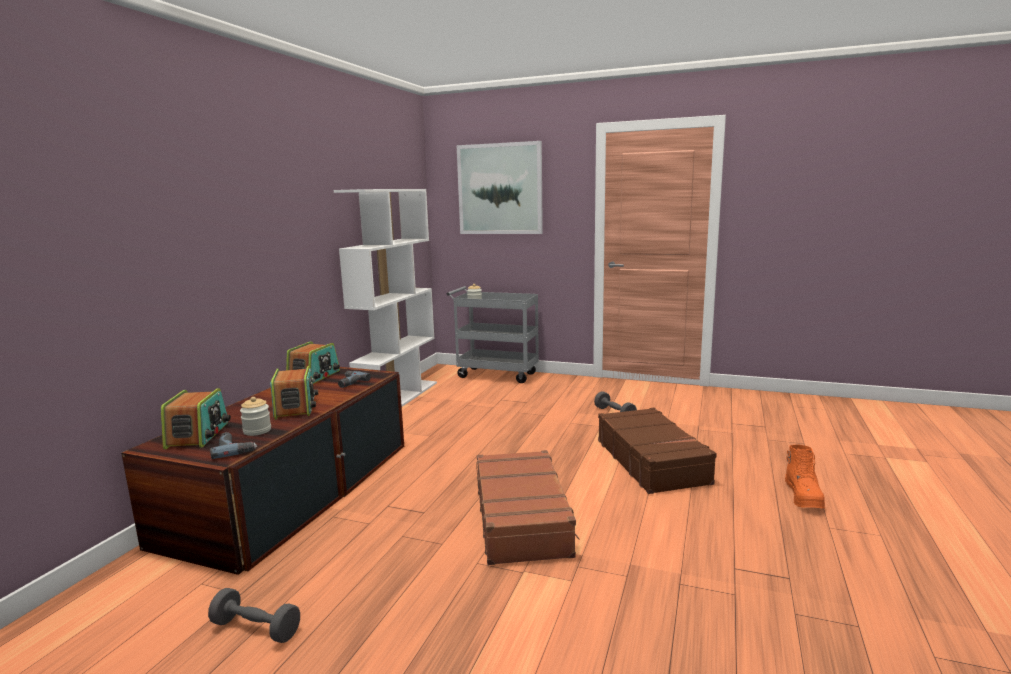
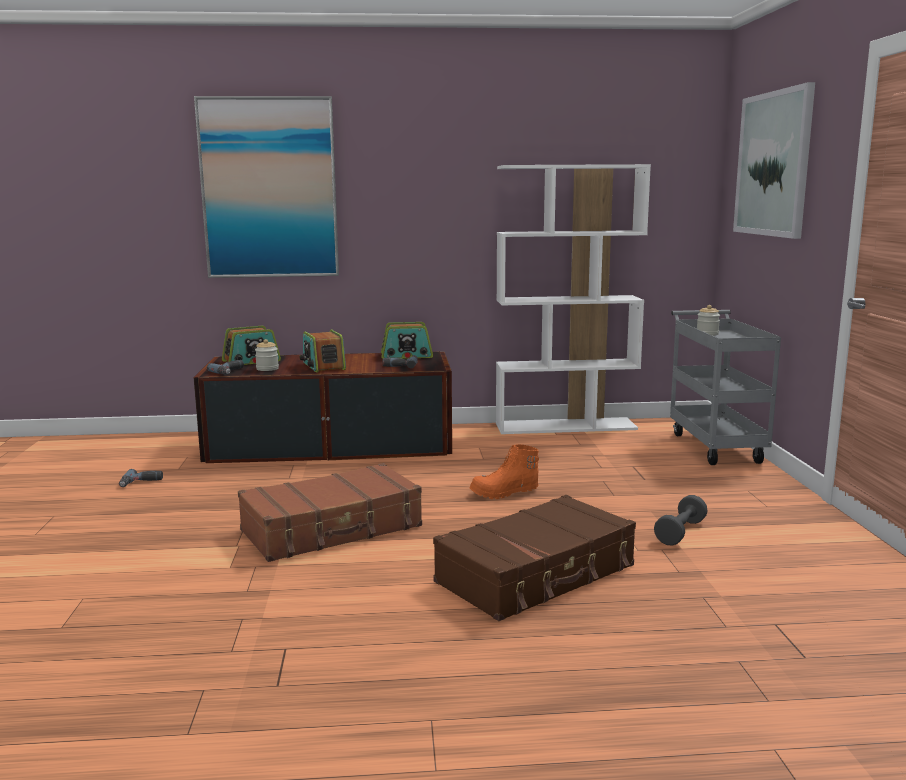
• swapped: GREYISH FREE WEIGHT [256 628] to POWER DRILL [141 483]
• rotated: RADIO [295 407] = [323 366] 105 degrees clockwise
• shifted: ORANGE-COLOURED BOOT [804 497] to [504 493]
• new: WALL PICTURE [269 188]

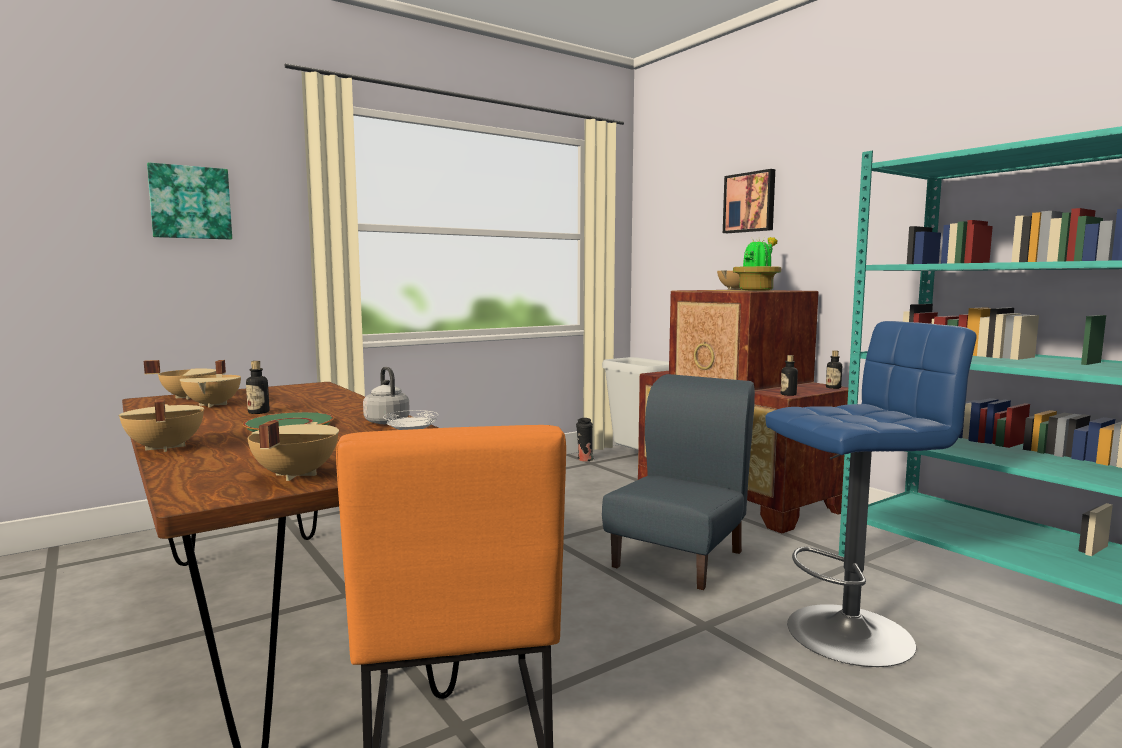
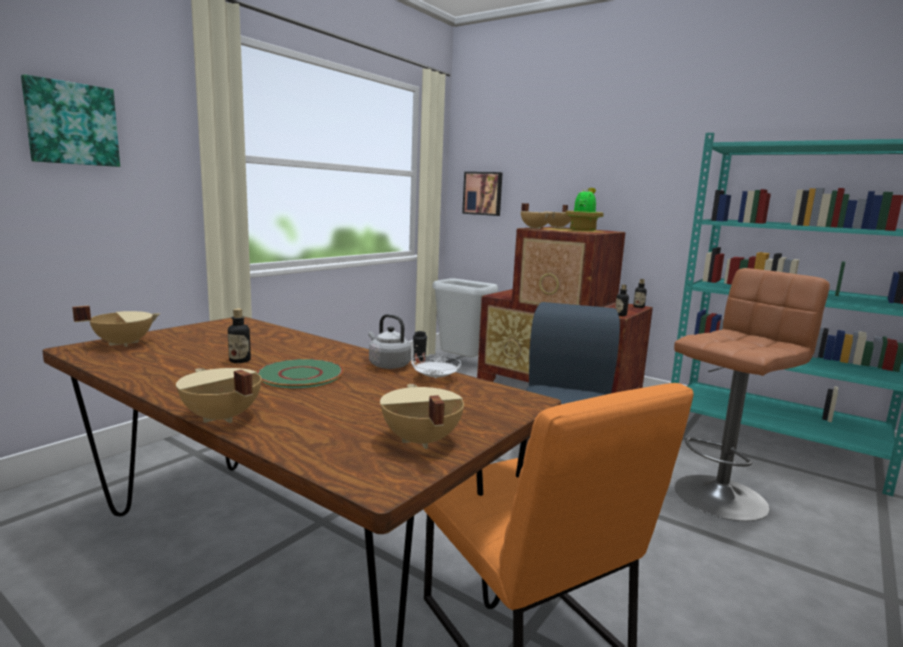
• shifted: SAND-COLOURED COOKING POT [214 405] to [535 228]
• shifted: WALL PICTURE [750 202] to [483 193]
• repainted: BLUE-COLOURED STOOL SEAT [851 635] to BROWN STOOL SEAT [721 497]

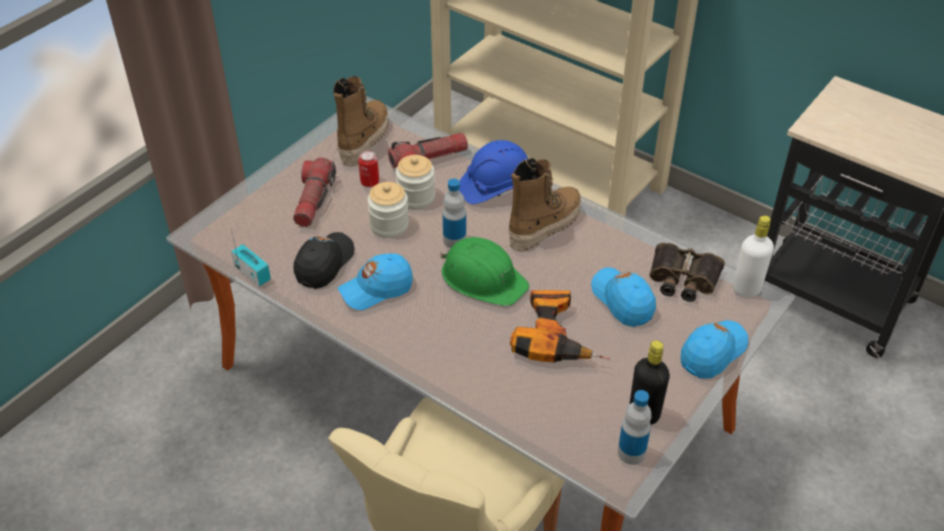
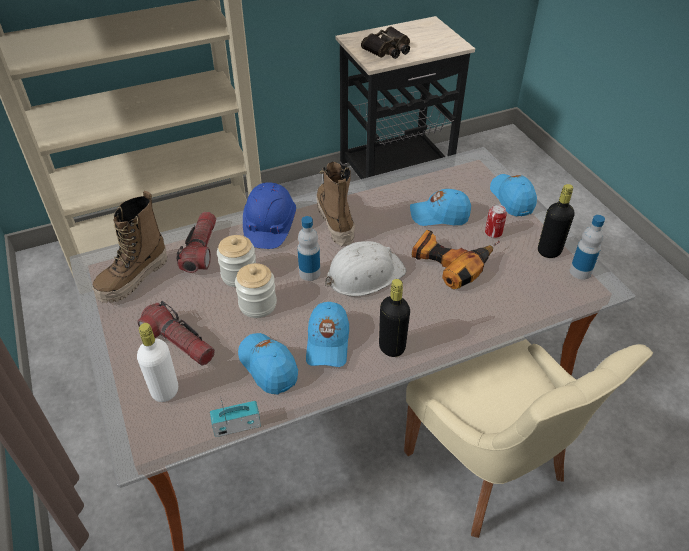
• repainted: BLACKISH PEAKED CAP [324 264] to BLUE-COLOURED PEAKED CAP [268 366]
• rotated: BOOT [363 140] = [134 279] 105 degrees counterclockwise
• shifted: METAL CAN [369 182] to [493 233]
• repainted: GREENISH SAFETY HELMET [483 278] to WHITE SAFETY HELMET [364 274]
• shifted: PAIR OF BINOCULARS [682 279] to [388 49]
• shifted: WHITE DRINK BOTTLE [746 289] to [165 391]
• new: BLACKISH DRINK BOTTLE [392 347]

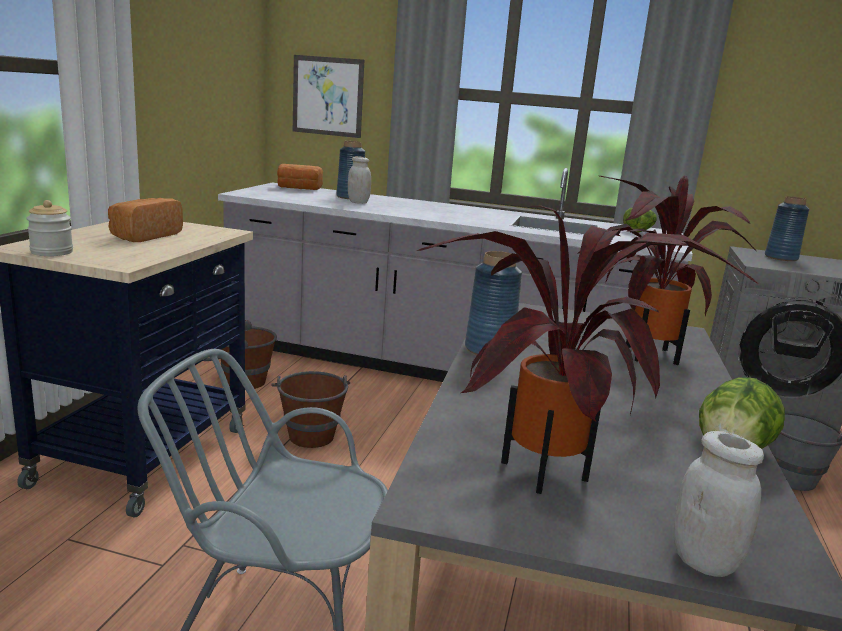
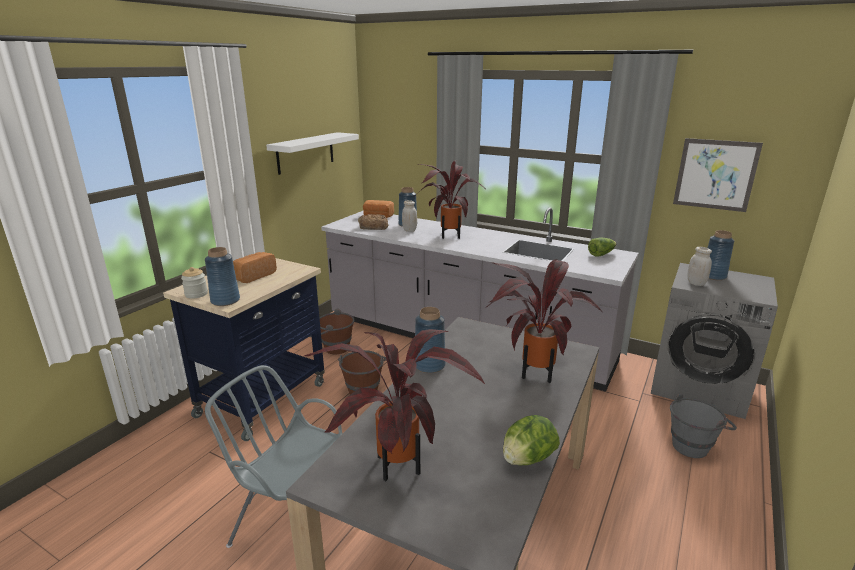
• shifted: WALL PICTURE [327 96] to [715 174]
• shifted: WHITE PRESERVE JAR [704 561] to [696 283]
• new: BLUE-COLOURED VASE [225 301]
• new: WHITE BRACKET SHELF [305 153]
• new: BREAD [373 226]
• new: PLANT IN A POT [448 235]

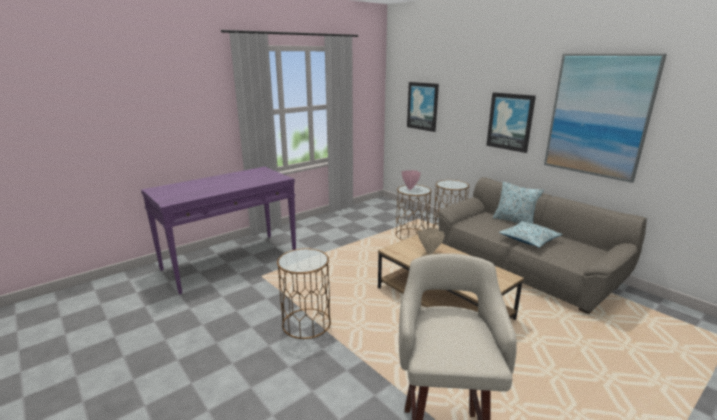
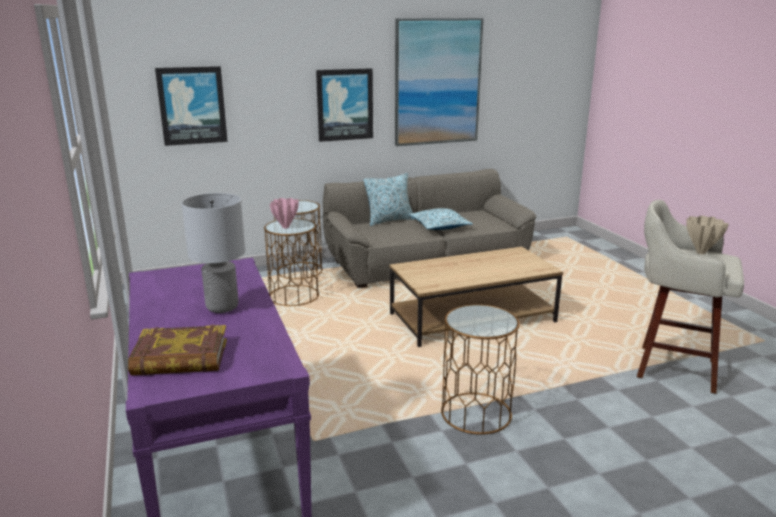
• shifted: SAND-COLOURED VASE [430 253] to [701 252]
• new: VOLUME [180 358]
• new: GREYISH LAMP FOR A TABLE [222 309]

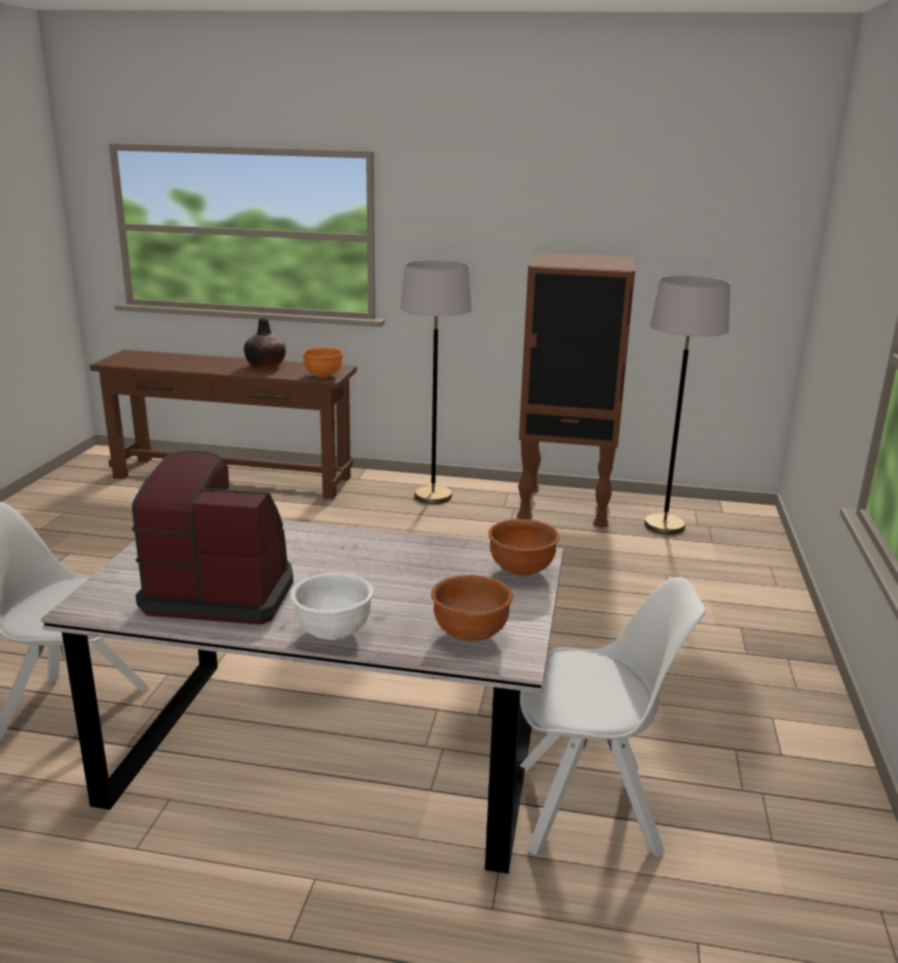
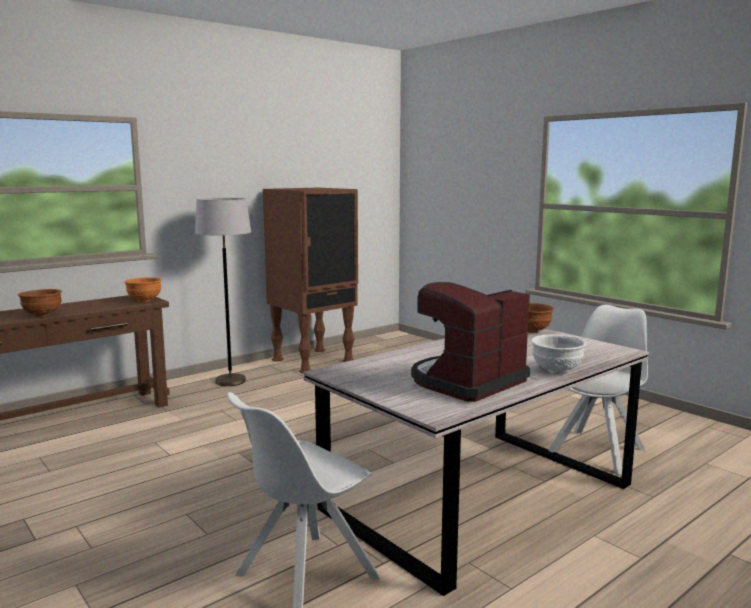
• gone: VASE [266 366]
• shifted: BROWN DEEP DISH [470 634] to [42 315]
• gone: GREYISH FLOOR LAMP [664 525]

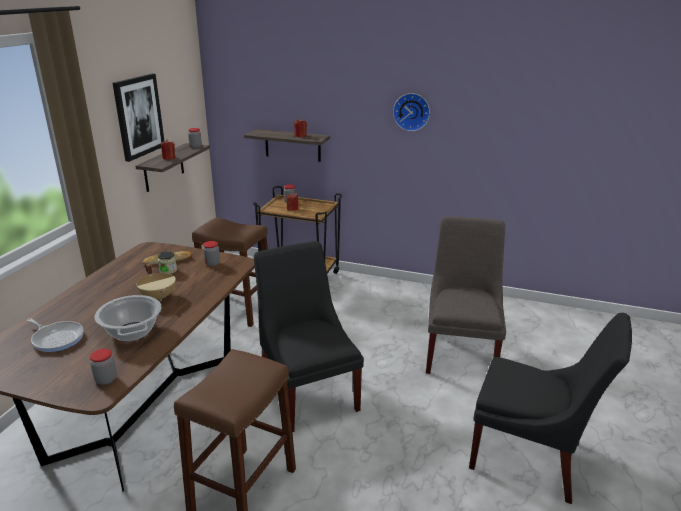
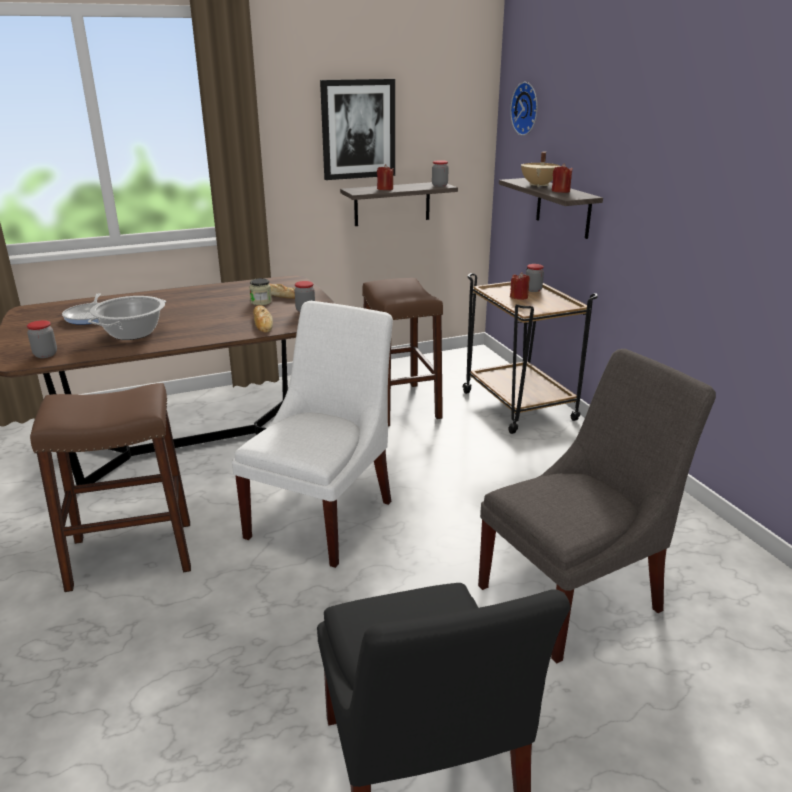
• shifted: SAND-COLOURED COOKING POT [159 297] to [539 185]
• repainted: BLACKISH CHAIR [308 391] to WHITE CHAIR [324 515]
• shifted: WALL CLOCK [411 111] to [527 108]
• new: BREAD [262 322]

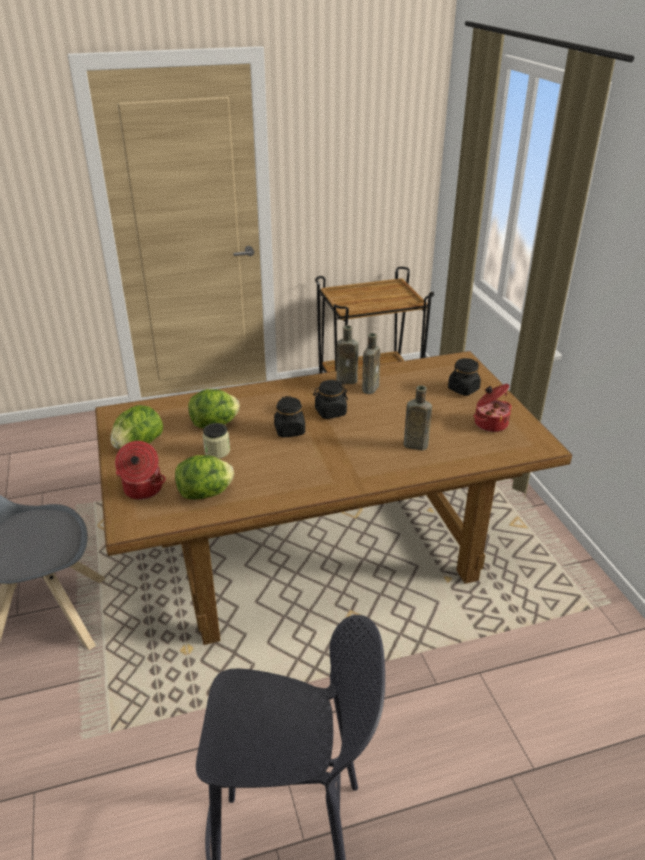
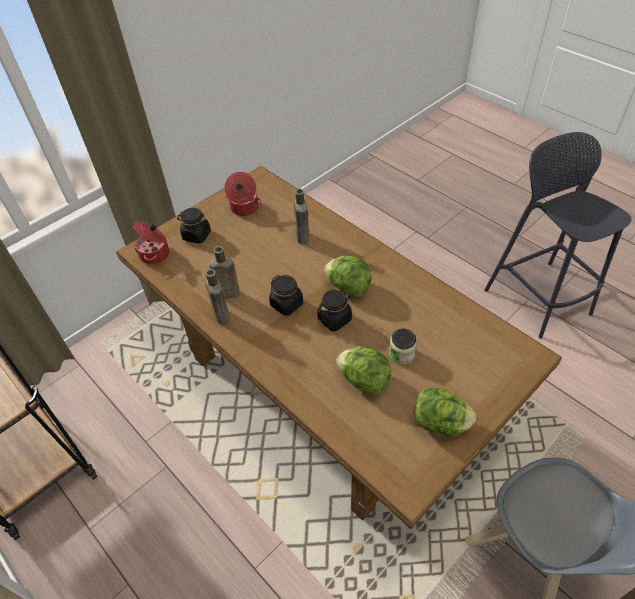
• shifted: COOKING POT [142 489] to [155 254]
• shifted: LETTUCE HEAD [206 494] to [348 287]

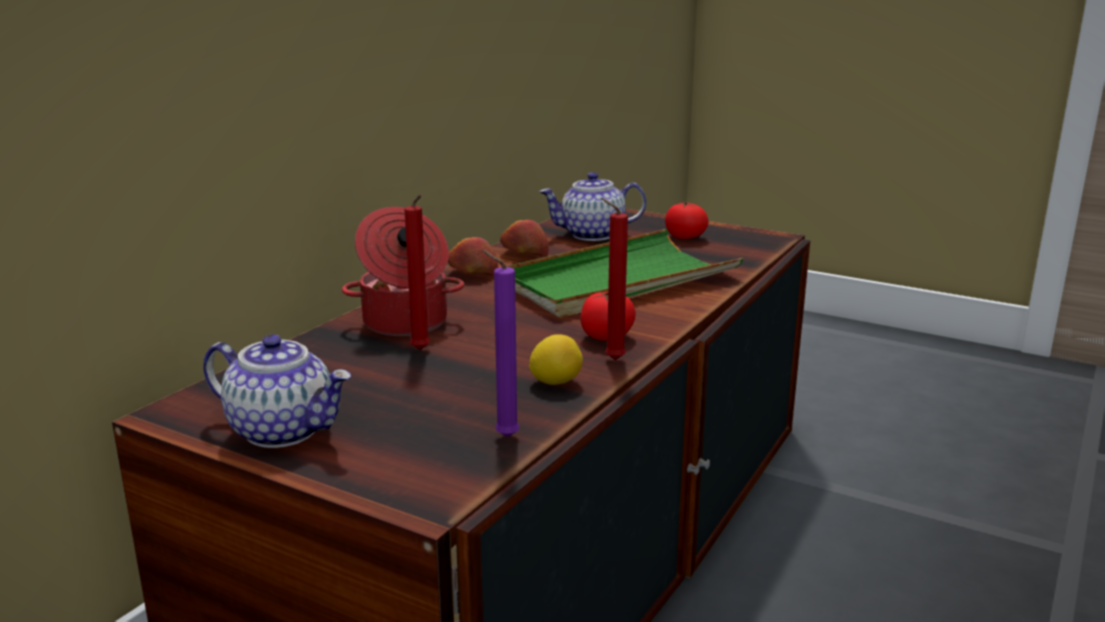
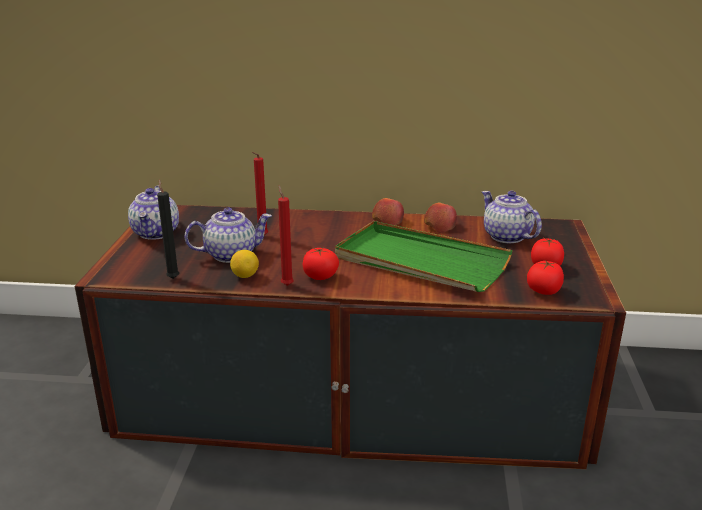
• gone: COOKING POT [405 323]
• repainted: PURPLE-COLOURED WAX CANDLE [503 437] to BLACKISH WAX CANDLE [173 277]
• new: TEA POT [231 254]
• new: FRESH TOMATO [543 291]

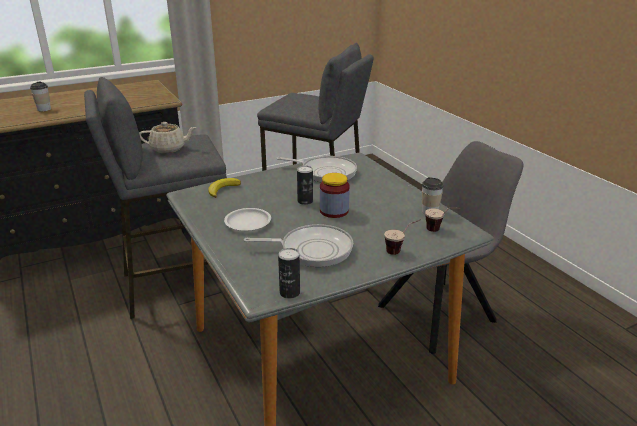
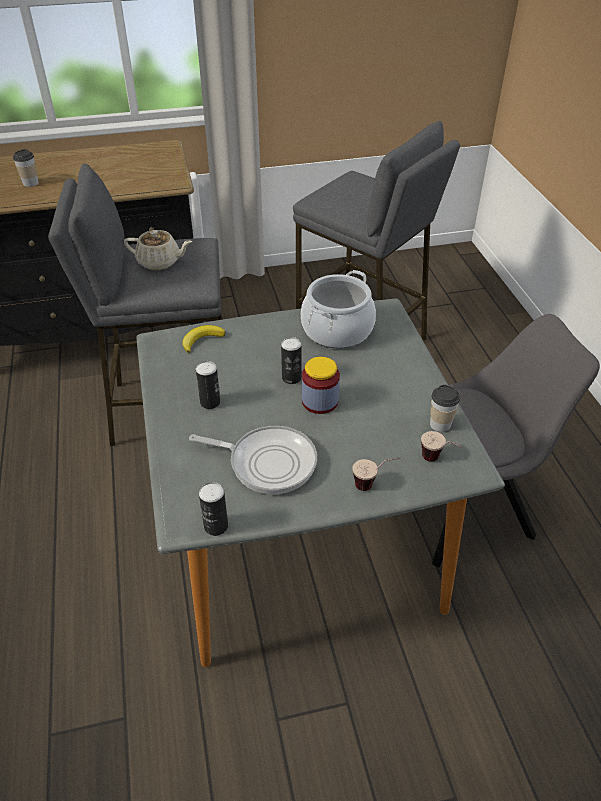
• swapped: WHITE FLAT DISH [247 222] to METAL CAN [210 402]
• swapped: PAN [325 172] to COOKING POT [337 330]

